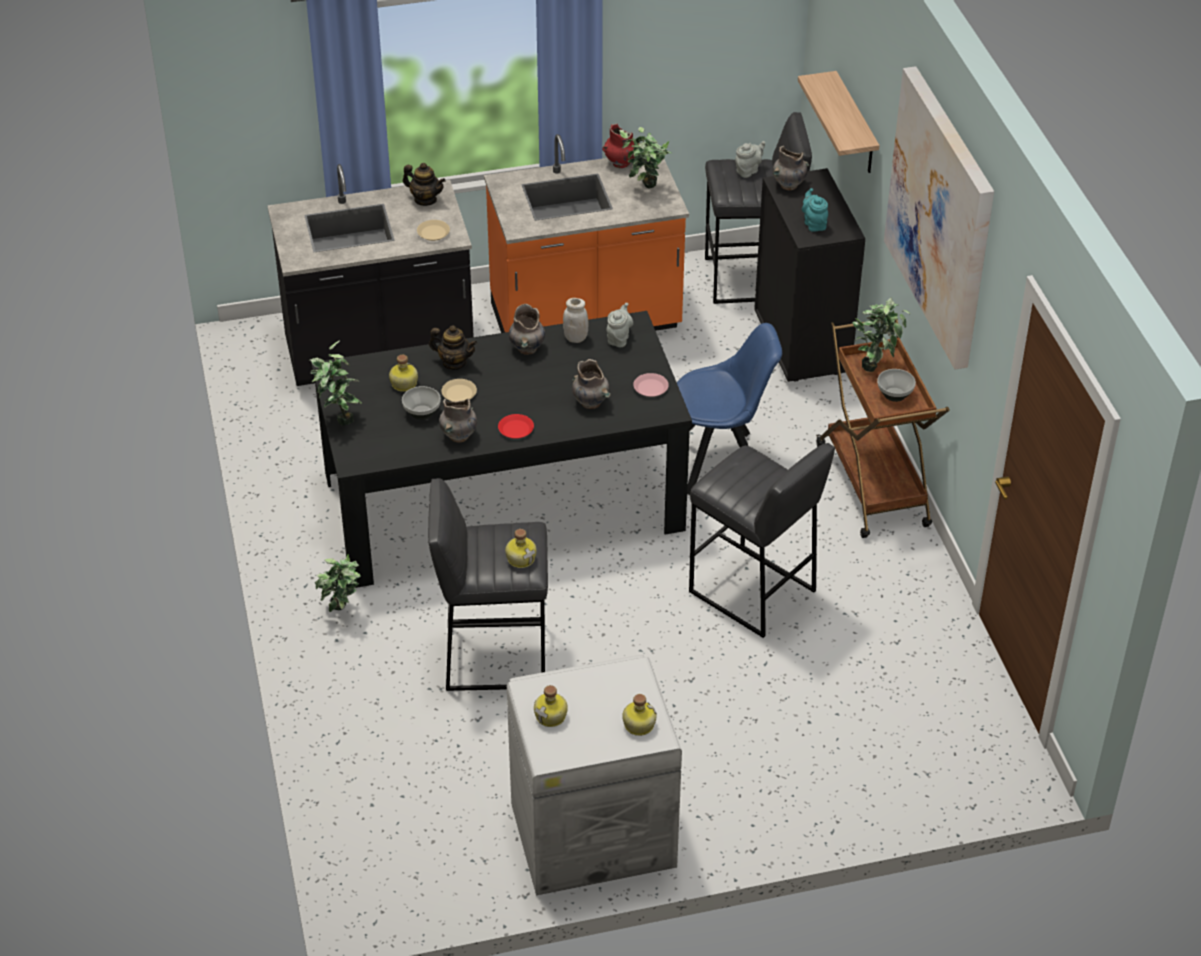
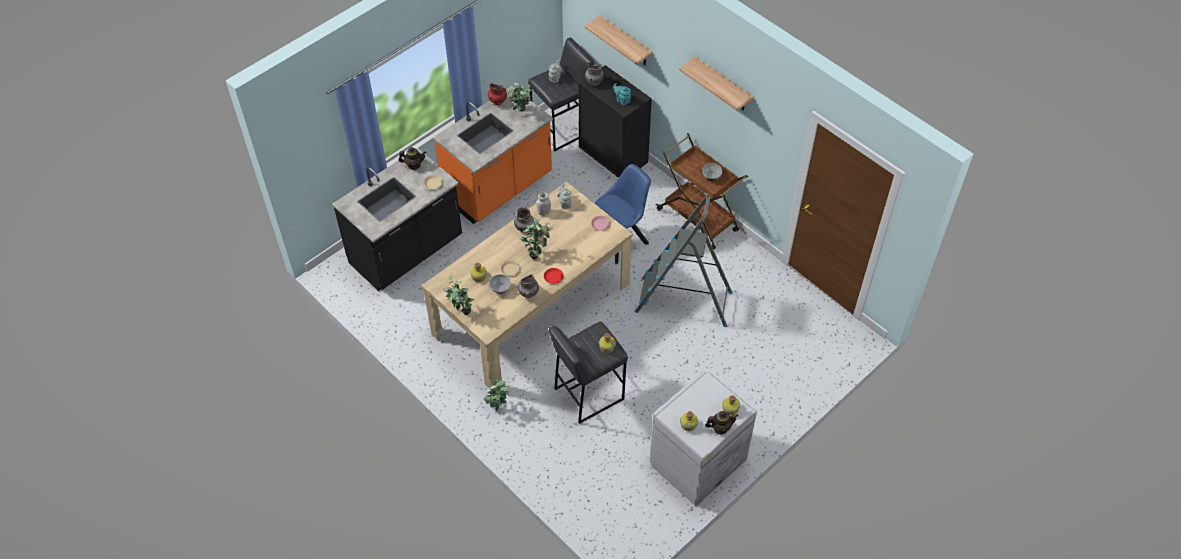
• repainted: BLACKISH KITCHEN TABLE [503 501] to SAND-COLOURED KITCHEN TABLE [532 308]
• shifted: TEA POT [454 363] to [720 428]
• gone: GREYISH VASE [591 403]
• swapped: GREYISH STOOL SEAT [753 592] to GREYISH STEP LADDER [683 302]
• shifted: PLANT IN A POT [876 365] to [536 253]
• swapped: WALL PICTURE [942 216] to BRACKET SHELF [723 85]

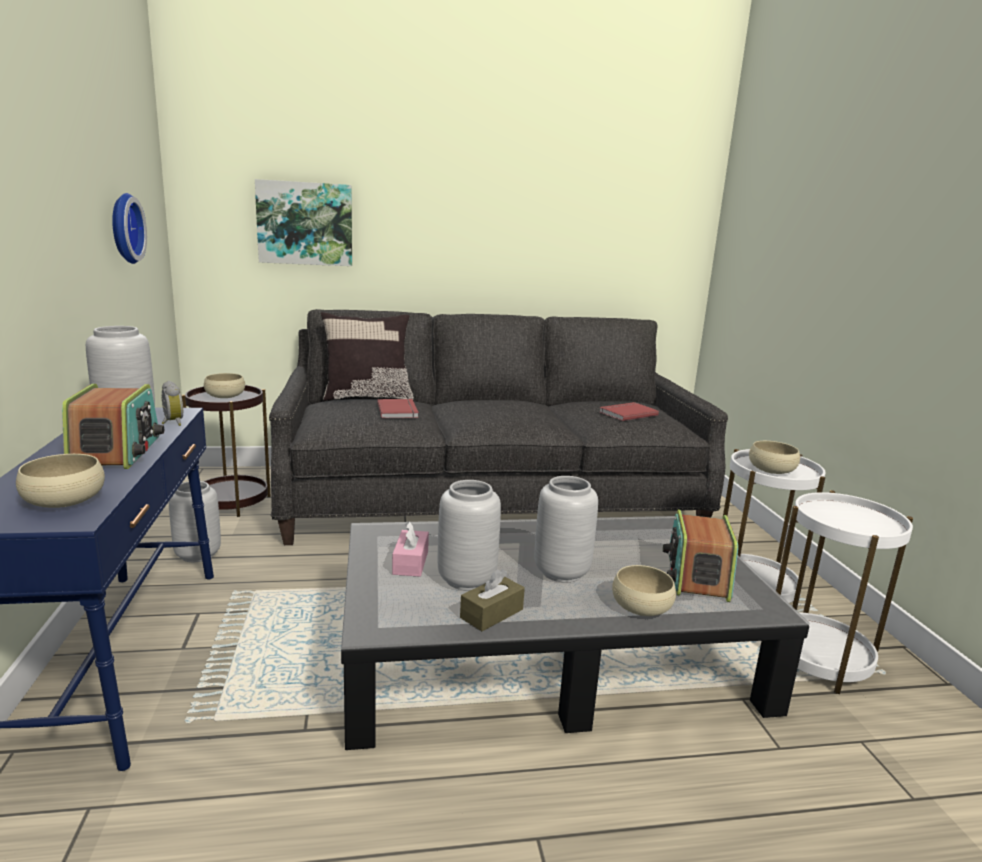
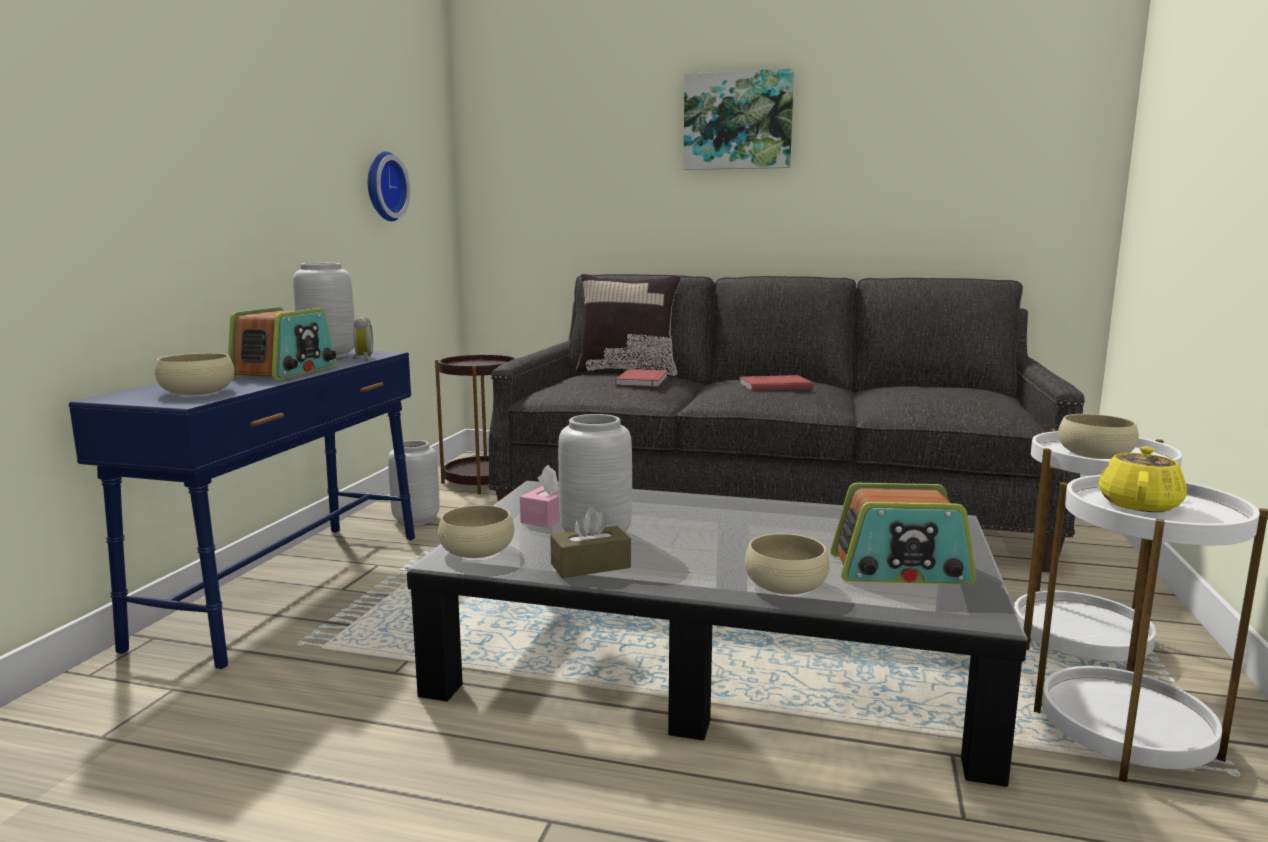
• shifted: SAND-COLOURED DEEP DISH [225 395] to [477 551]
• shifted: WALL PICTURE [305 223] to [738 121]
• gone: GREYISH VASE [563 572]
• shifted: REDDISH VOLUME [627 413] to [774 386]
• rotated: RADIO [696 576] = [900 570] 120 degrees counterclockwise
• new: YELLOW TEA POT [1139 504]

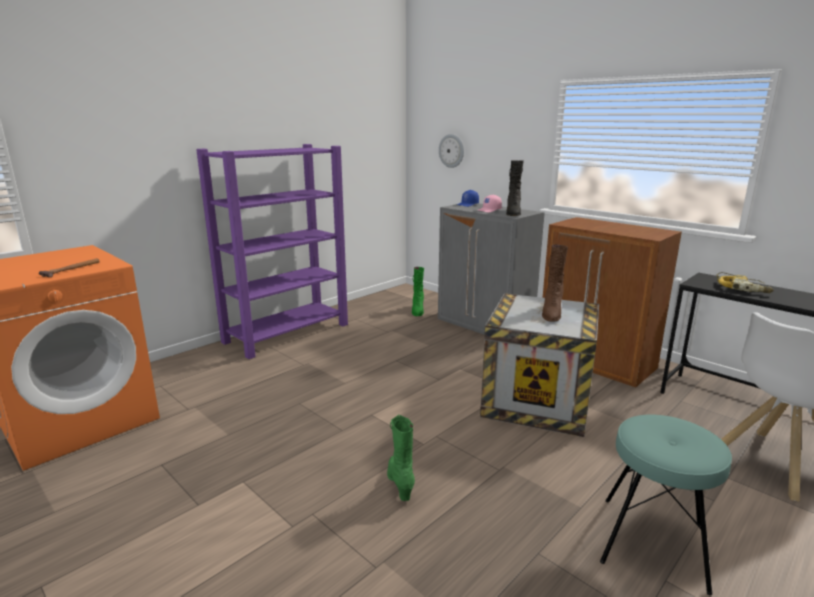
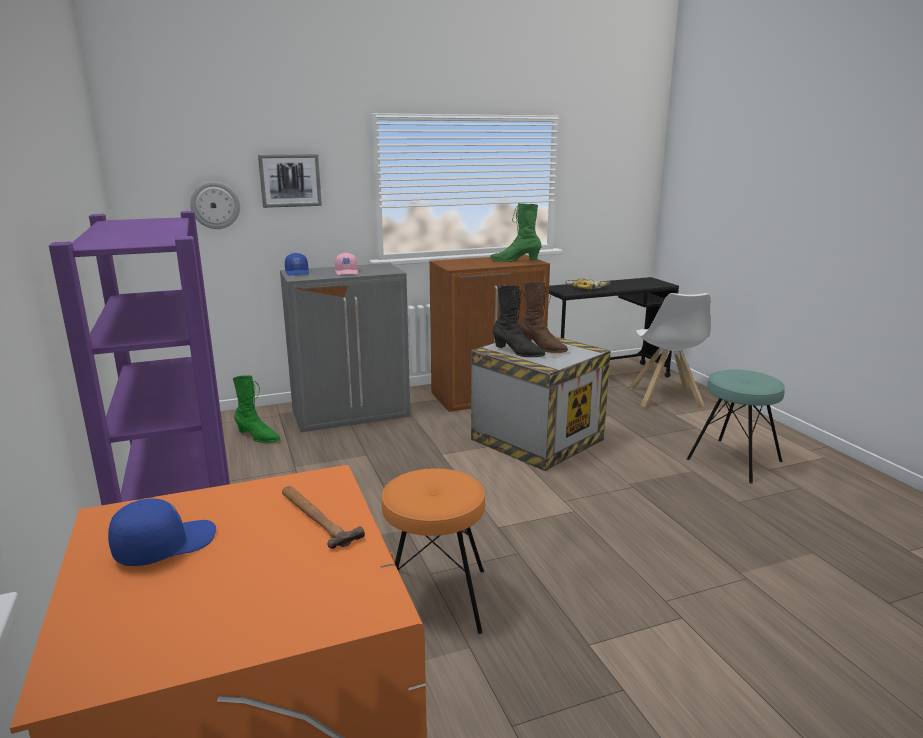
• shifted: GREENISH BOOT [400 483] to [515 261]
• shifted: BLACKISH BOOT [513 213] to [518 352]
• new: BLUE-COLOURED PEAKED CAP [165 545]
• new: WALL PICTURE [290 180]
• new: ORANGE-COLOURED STOOL SEAT [435 598]

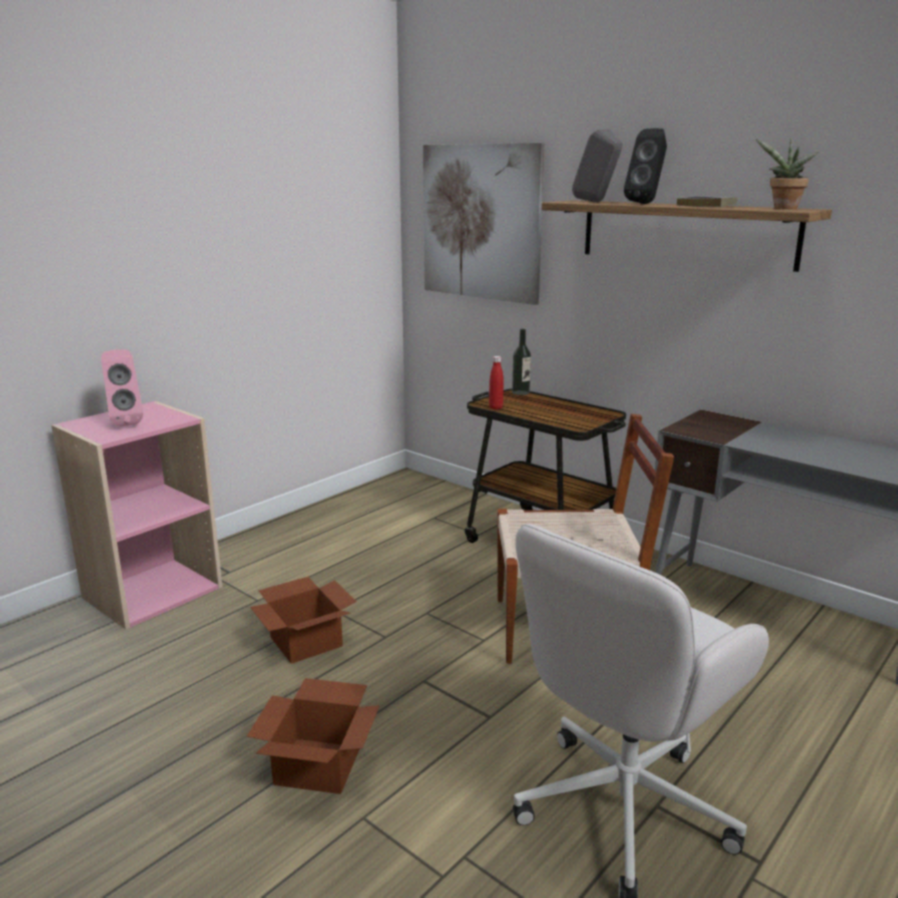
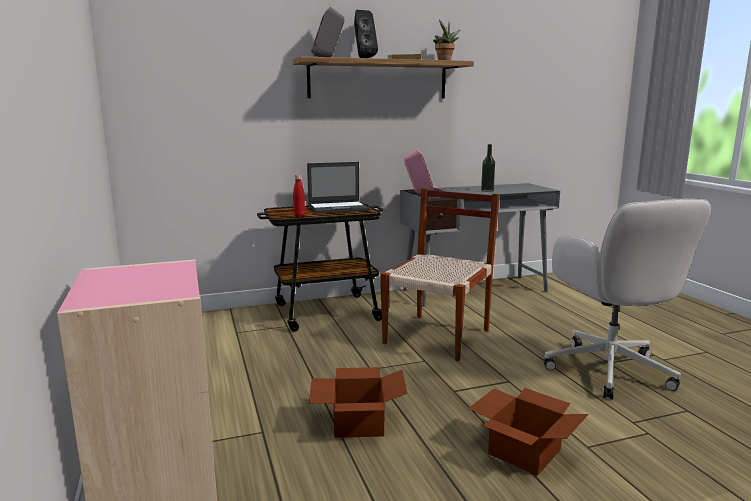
• shifted: PINK SPEAKER [125 422] to [418 193]
• gone: WALL PICTURE [481 222]
• shifted: DRINK BOTTLE [520 392] to [487 191]
• new: LAPTOP [339 208]

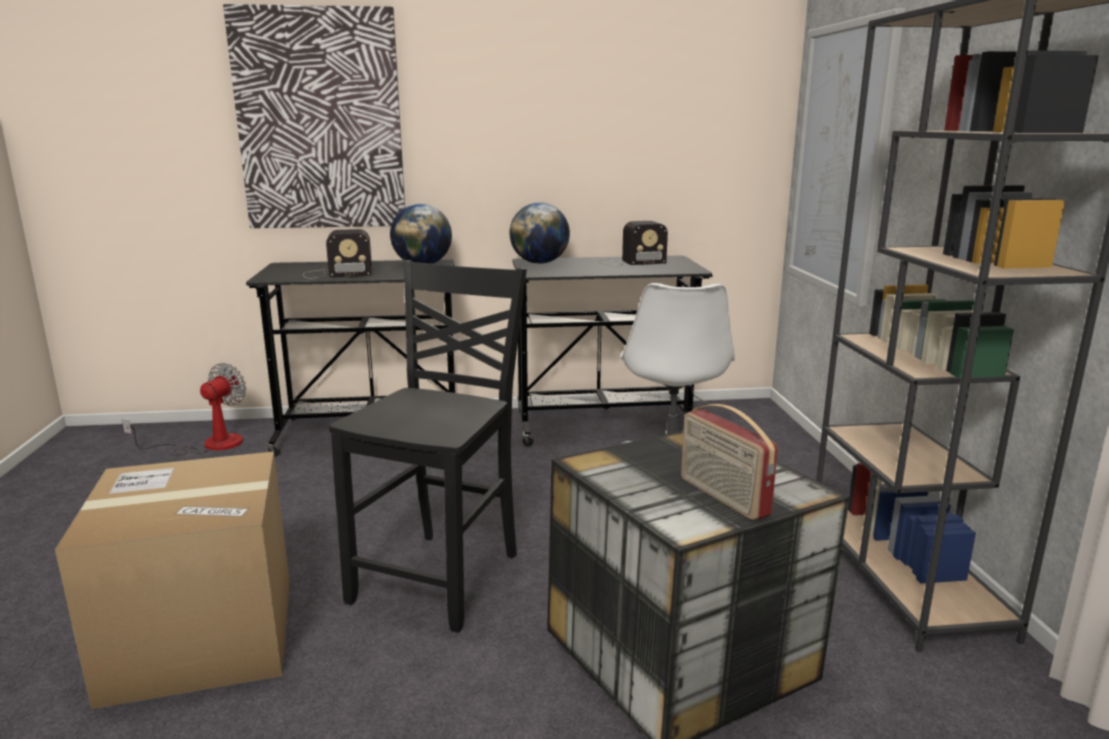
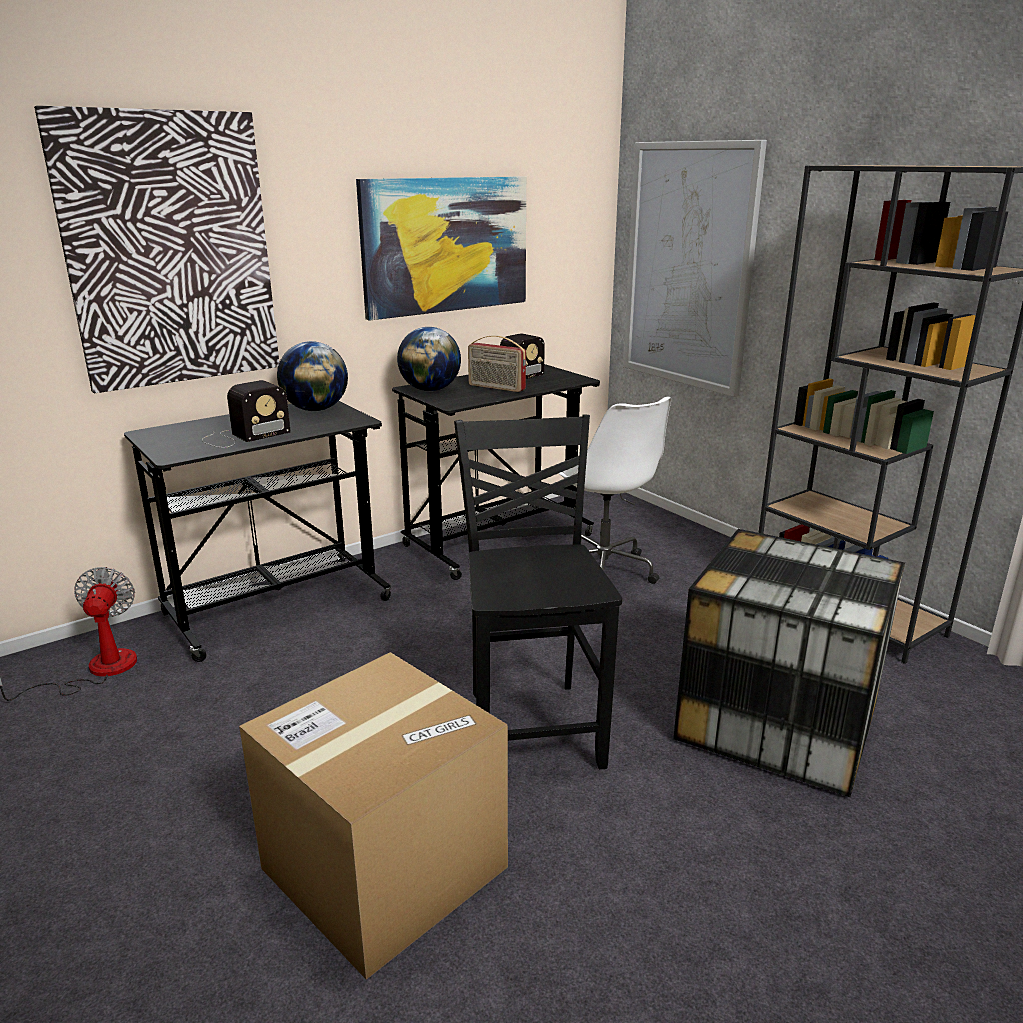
• shifted: RADIO [722 497] to [496 388]
• new: WALL PICTURE [446 245]

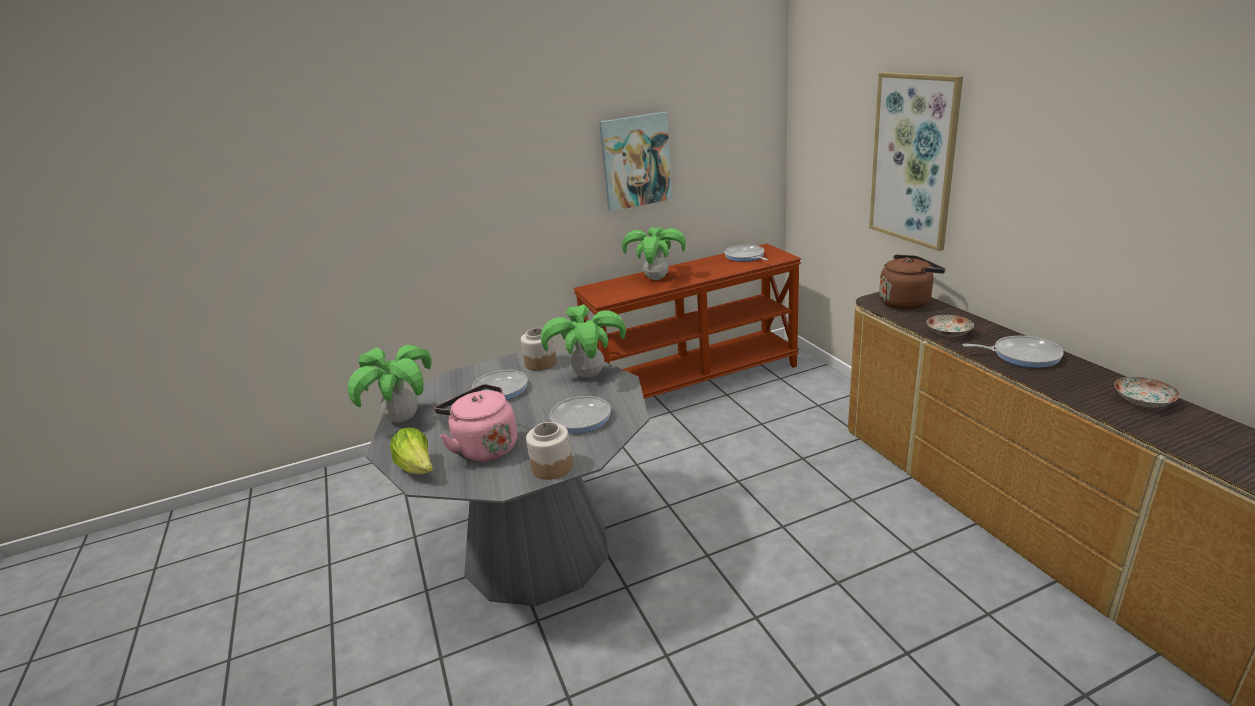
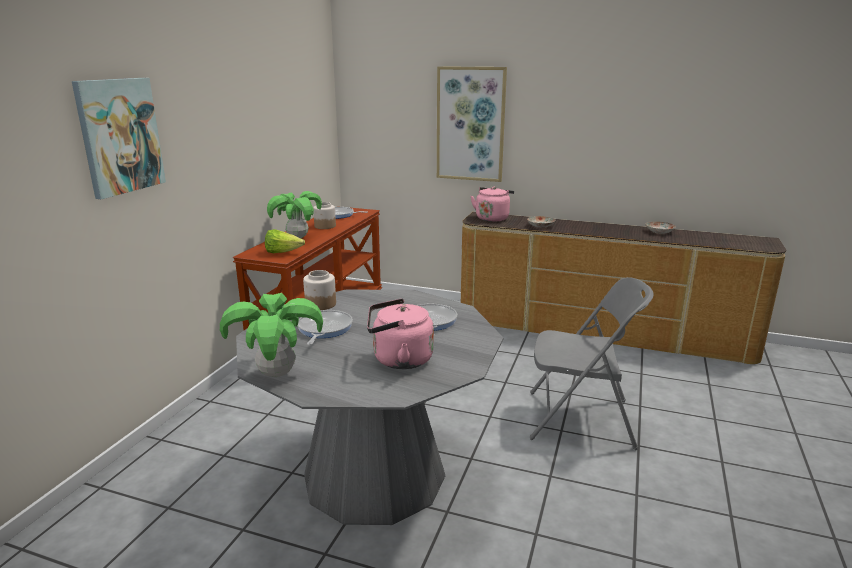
• shifted: LETTUCE HEAD [418 468] to [282 253]
• shifted: PRESERVE JAR [552 467] to [324 226]
• gone: PLANT IN A POT [589 374]
• shifted: WALL PICTURE [636 161] to [120 136]
• repainted: BROWN WATER KETTLE [906 302] to PINK WATER KETTLE [492 218]
• gone: PAN [1022 355]
• new: GREYISH CHAIR [579 419]

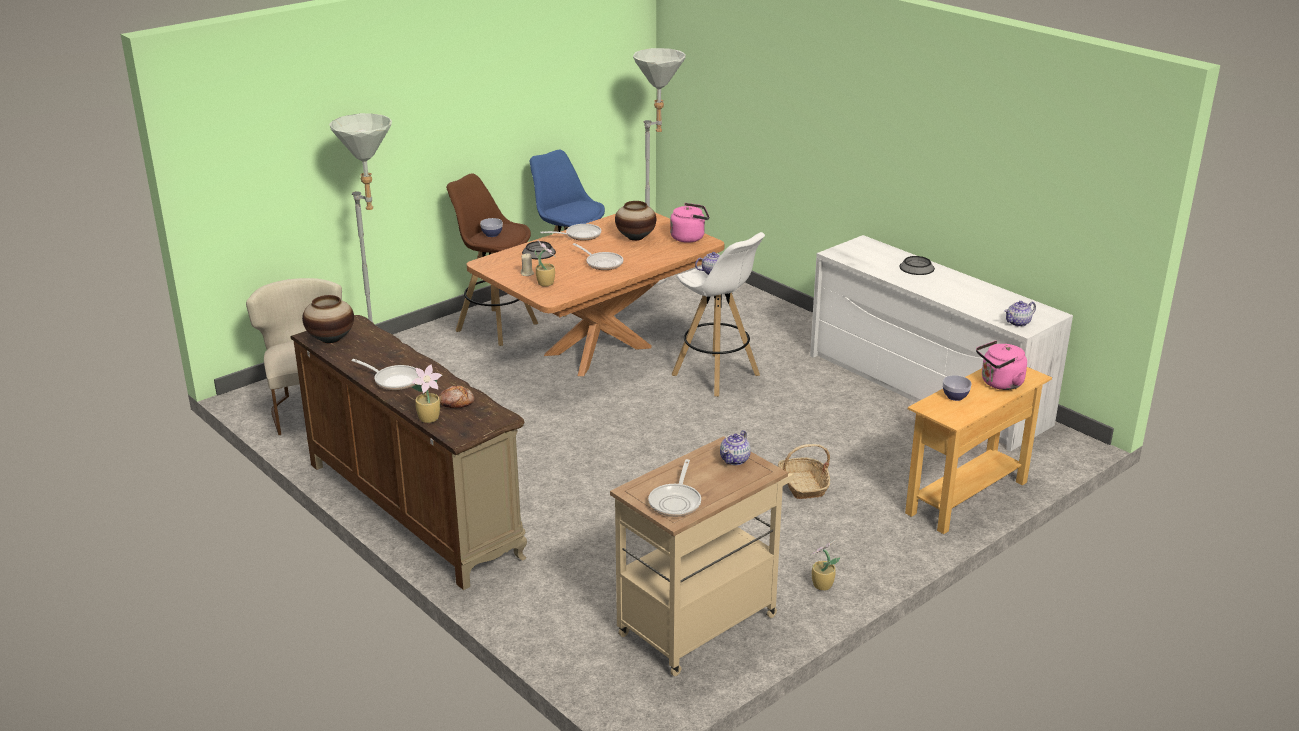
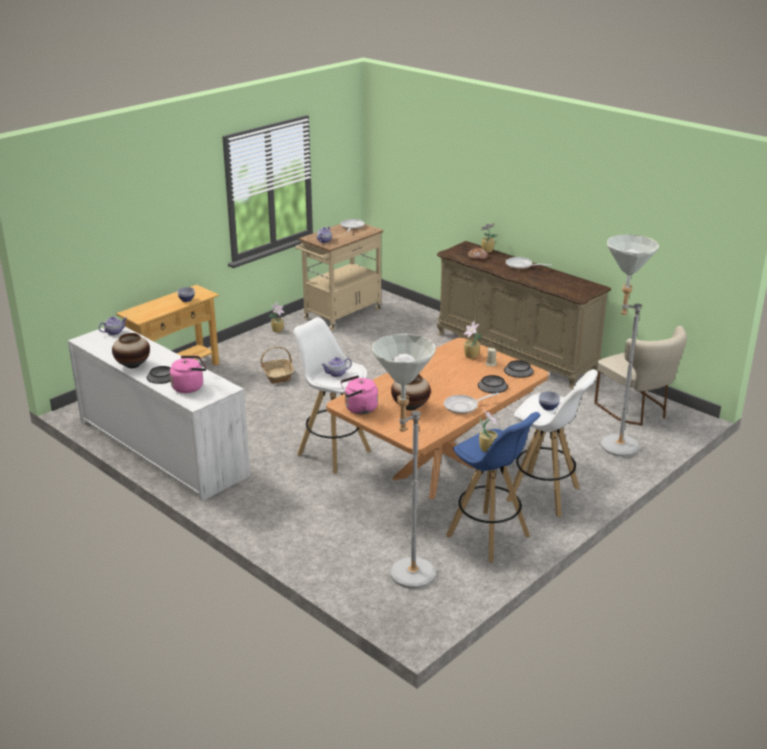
• shifted: VASE [331 339] to [132 365]
• repainted: BROWN STOOL SEAT [495 326] to WHITE STOOL SEAT [545 495]
• gone: PAN [602 263]
• shifted: PINK WATER KETTLE [999 383] to [190 387]
• new: PLANT IN A POT [487 449]
• new: DEEP DISH [518 370]

